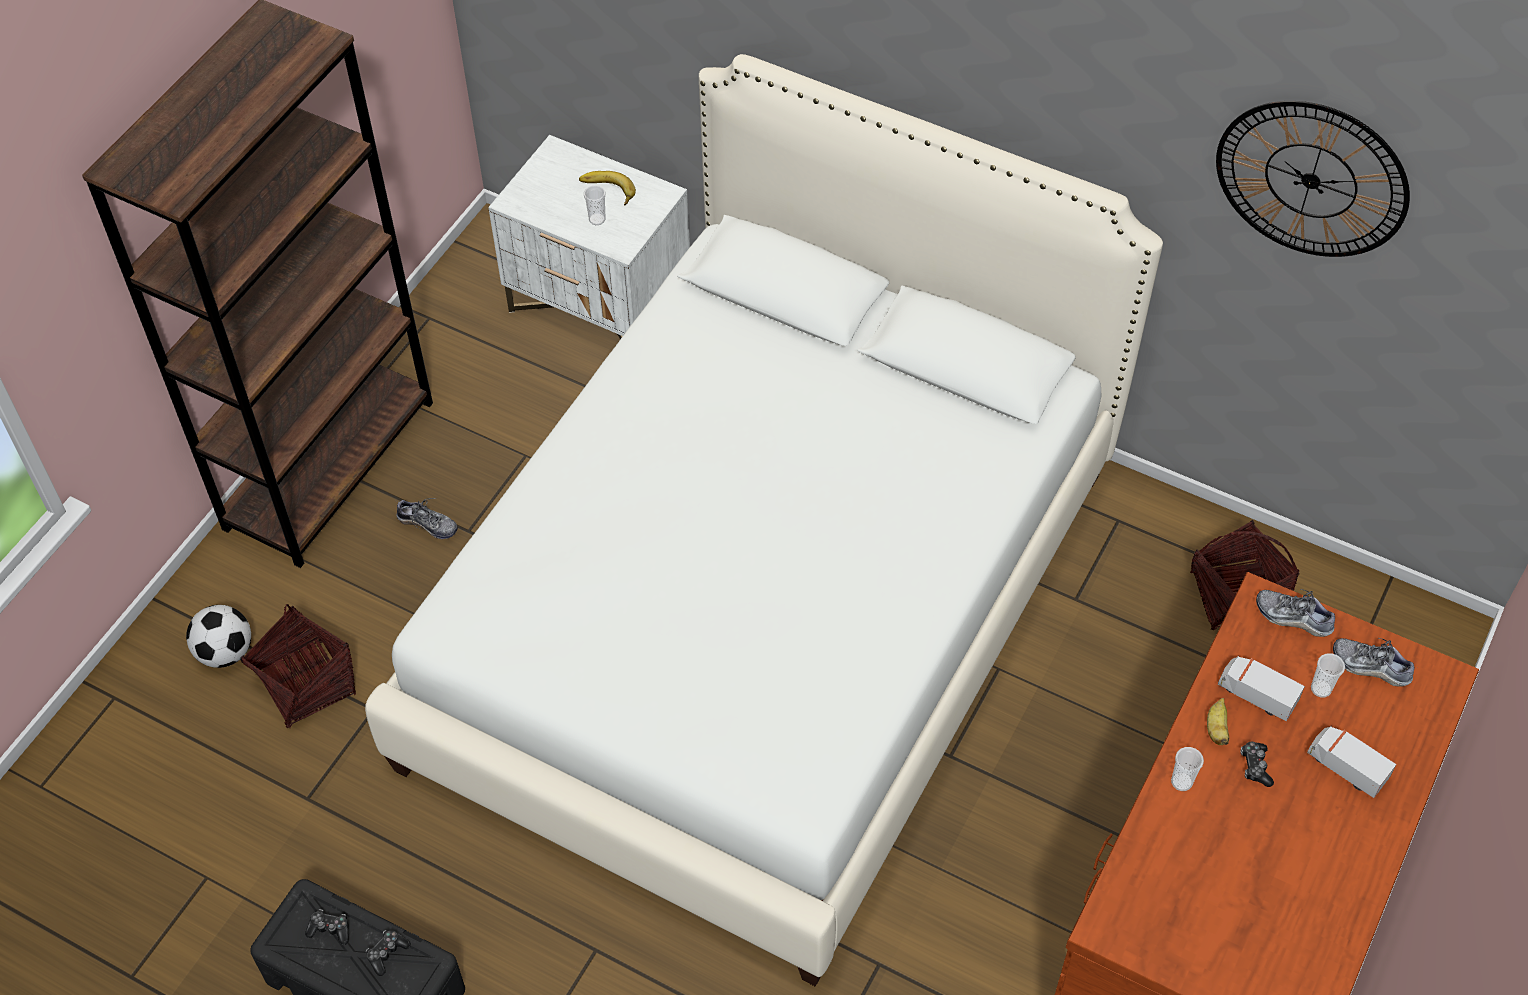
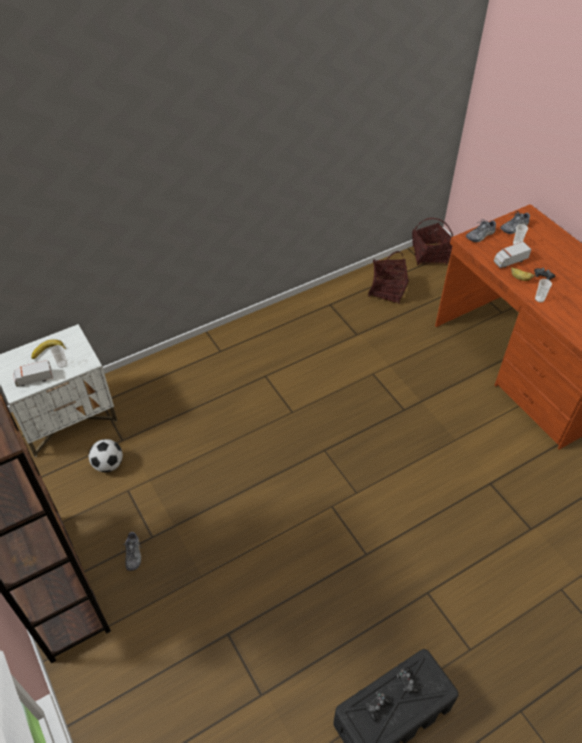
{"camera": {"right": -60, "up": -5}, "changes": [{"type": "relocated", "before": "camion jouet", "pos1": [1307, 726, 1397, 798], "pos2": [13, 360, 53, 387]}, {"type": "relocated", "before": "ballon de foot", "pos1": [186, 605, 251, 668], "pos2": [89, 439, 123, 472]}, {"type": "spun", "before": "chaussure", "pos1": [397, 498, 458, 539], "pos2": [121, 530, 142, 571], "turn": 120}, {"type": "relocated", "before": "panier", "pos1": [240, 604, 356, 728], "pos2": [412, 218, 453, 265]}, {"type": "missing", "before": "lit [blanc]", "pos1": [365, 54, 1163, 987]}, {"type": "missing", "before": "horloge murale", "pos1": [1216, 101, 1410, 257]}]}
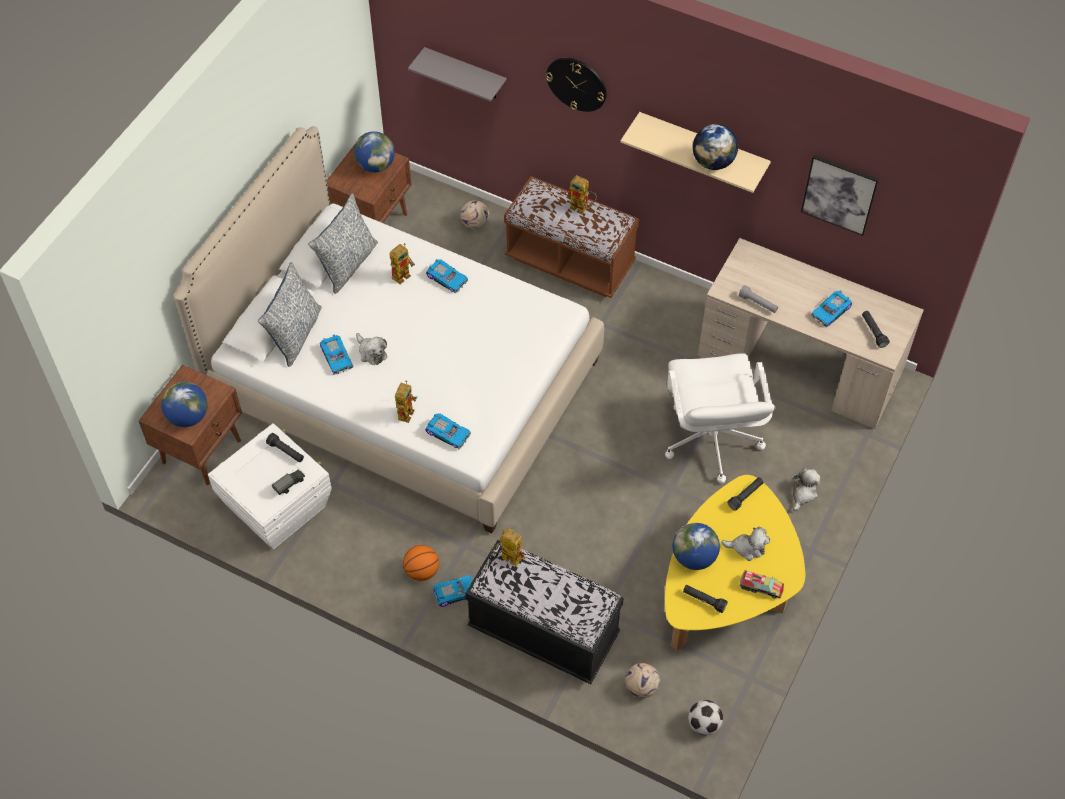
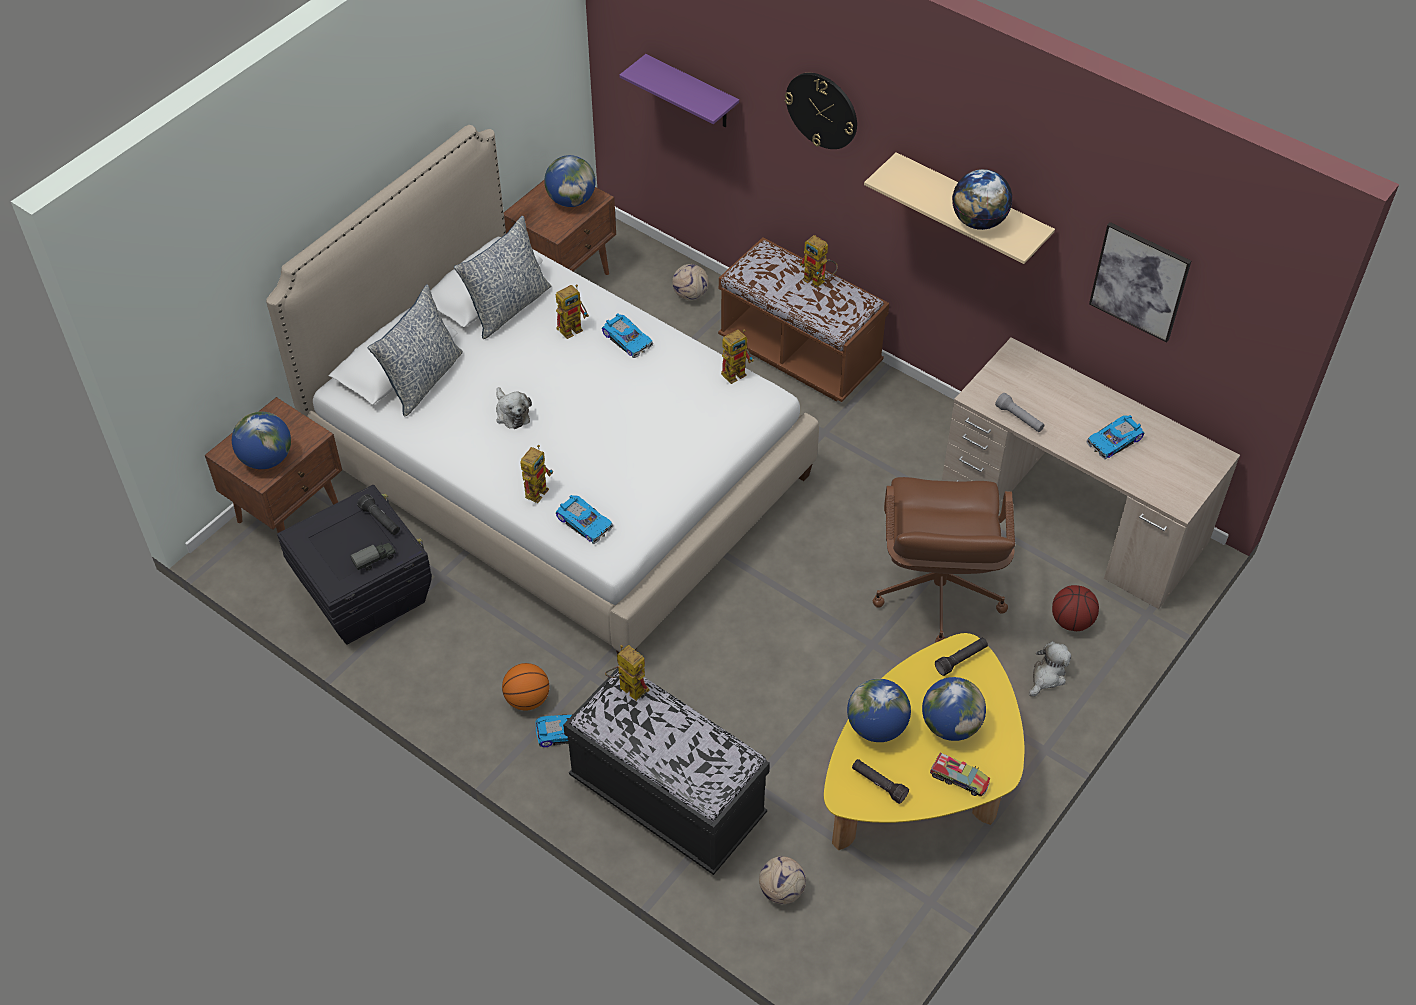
{"camera": {"right": 10, "up": -5}, "changes": [{"type": "colour", "before": "boîte de rangement [blanc]", "after": "boîte de rangement [noir]", "pos1": [208, 423, 332, 550], "pos2": [277, 485, 432, 645]}, {"type": "colour", "before": "étagère [gris]", "after": "étagère [violet]", "pos1": [408, 47, 506, 102], "pos2": [619, 54, 739, 128]}, {"type": "appeared", "after": "robot jouet", "pos2": [721, 329, 754, 384]}, {"type": "colour", "before": "chaise de bureau [blanc]", "after": "chaise de bureau [marron]", "pos1": [665, 353, 775, 483], "pos2": [873, 477, 1015, 642]}, {"type": "exchanged", "before": "peluche", "after": "globe", "pos1": [721, 527, 770, 561], "pos2": [922, 677, 986, 741]}, {"type": "appeared", "after": "ballon de basket", "pos2": [1052, 585, 1099, 631]}, {"type": "missing", "before": "petite voiture", "pos1": [320, 334, 353, 375]}, {"type": "missing", "before": "ballon de foot", "pos1": [688, 700, 723, 735]}, {"type": "missing", "before": "lampe de poche [noir]", "pos1": [862, 311, 890, 348]}]}
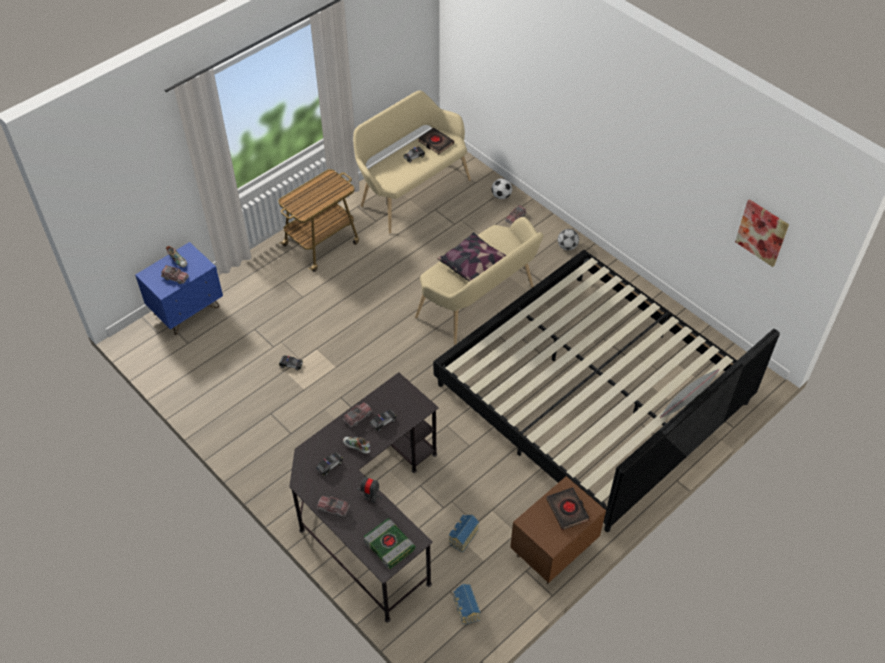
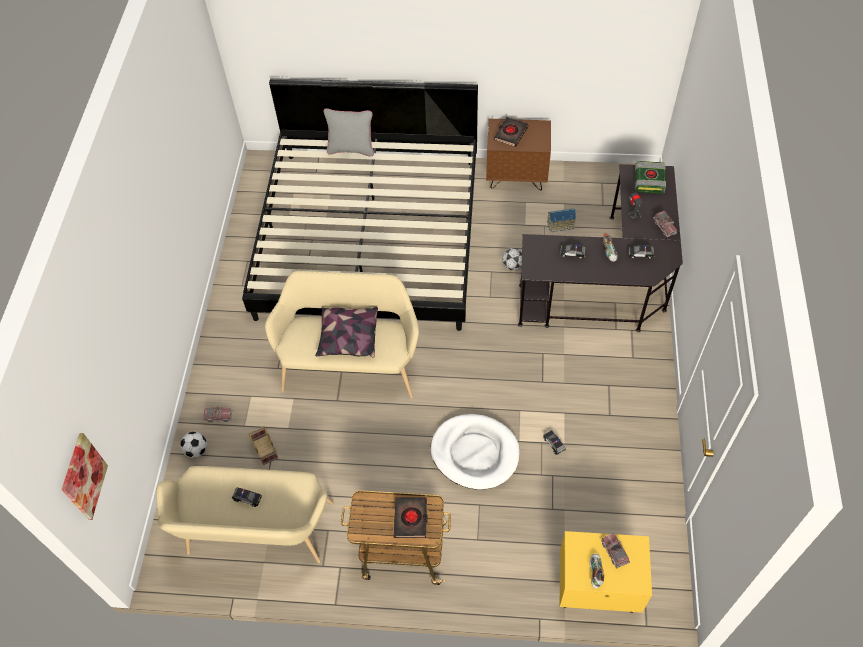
{"camera": {"right": -130, "up": 5}, "changes": [{"type": "relocated", "before": "tableau", "pos1": [735, 199, 789, 267], "pos2": [62, 433, 108, 520]}, {"type": "appeared", "after": "panier", "pos2": [249, 426, 278, 465]}, {"type": "relocated", "before": "livre [noir]", "pos1": [418, 127, 454, 154], "pos2": [393, 497, 428, 538]}, {"type": "appeared", "after": "panier pour chien [blanc]", "pos2": [430, 414, 520, 490]}, {"type": "relocated", "before": "ballon de foot", "pos1": [558, 229, 579, 250], "pos2": [502, 248, 522, 271]}, {"type": "colour", "before": "table de chevet [bleu]", "after": "table de chevet [jaune]", "pos1": [135, 242, 223, 335], "pos2": [560, 531, 652, 613]}, {"type": "missing", "before": "camion jouet", "pos1": [343, 402, 372, 427]}, {"type": "missing", "before": "maison miniature", "pos1": [453, 584, 480, 625]}]}
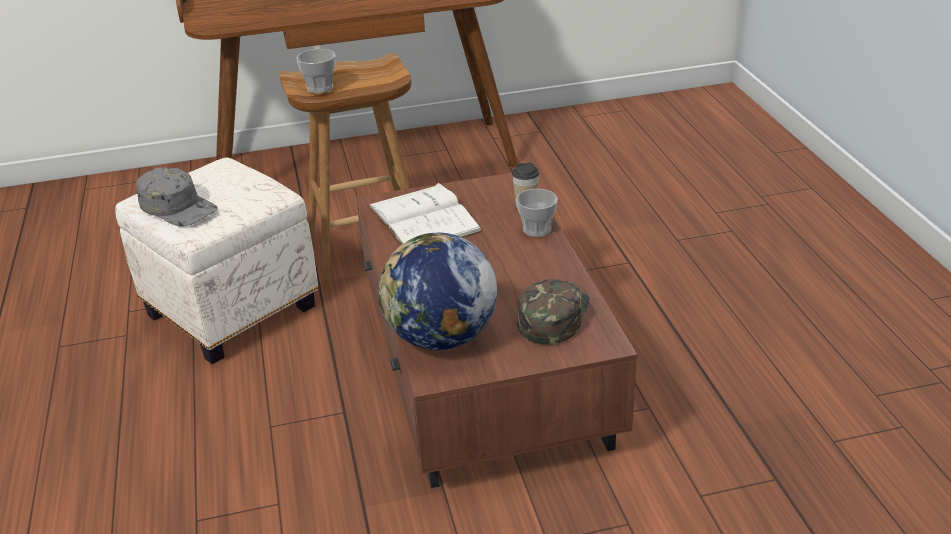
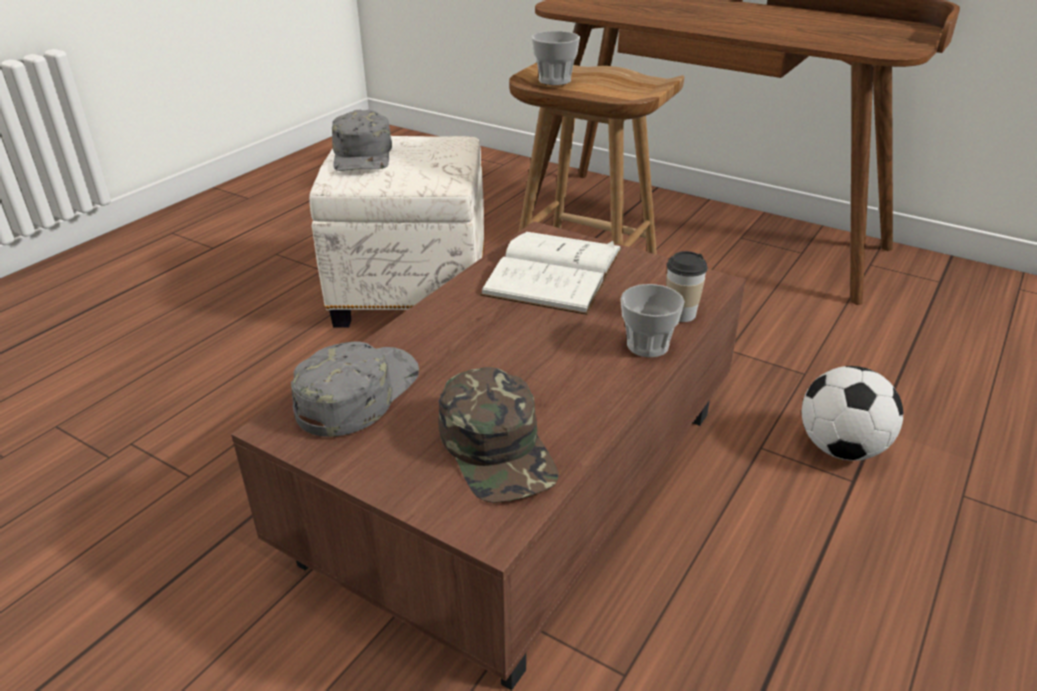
{"camera": {"right": 45, "up": 0}, "changes": [{"type": "exchanged", "before": "globe", "after": "casquette [gris]", "pos1": [378, 232, 497, 350], "pos2": [291, 341, 419, 437]}, {"type": "spun", "before": "casquette [vert]", "pos1": [517, 279, 590, 344], "pos2": [439, 367, 558, 503], "turn": 90}, {"type": "appeared", "after": "ballon de foot", "pos2": [801, 366, 903, 461]}]}
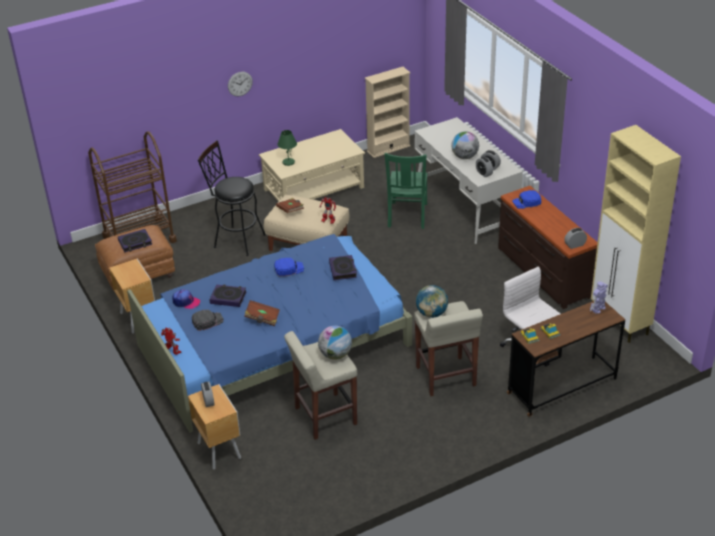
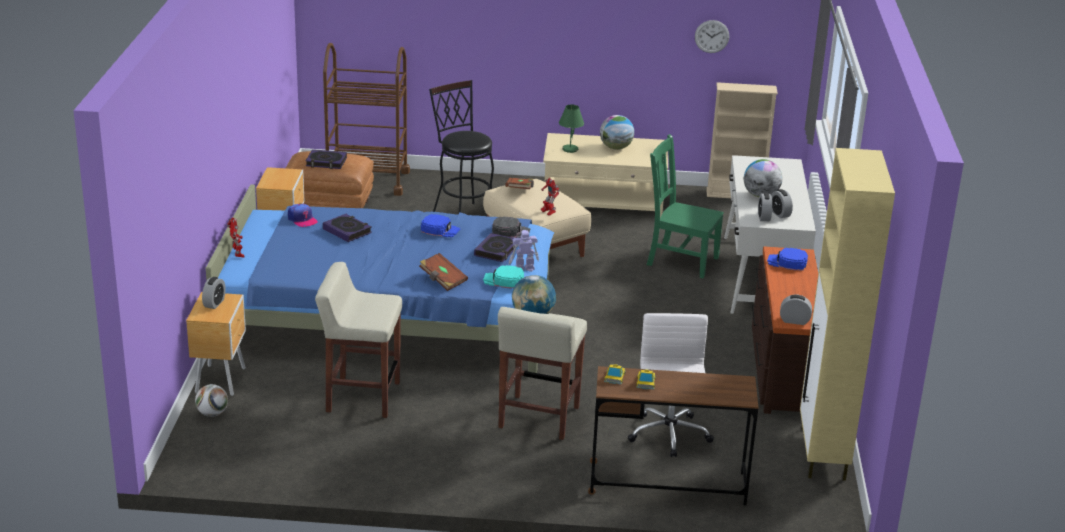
{"camera": {"right": 30, "up": -10}, "changes": [{"type": "appeared", "after": "ballon de foot", "pos2": [195, 384, 228, 417]}, {"type": "relocated", "before": "livre [marron]", "pos1": [244, 300, 280, 326], "pos2": [419, 253, 468, 291]}, {"type": "appeared", "after": "casquette [turquoise]", "pos2": [483, 265, 524, 289]}, {"type": "relocated", "before": "casquette [noir]", "pos1": [192, 309, 224, 331], "pos2": [492, 216, 530, 238]}, {"type": "relocated", "before": "robot jouet", "pos1": [590, 281, 608, 314], "pos2": [508, 230, 539, 272]}, {"type": "relocated", "before": "globe", "pos1": [318, 326, 352, 360], "pos2": [600, 115, 634, 150]}, {"type": "spun", "before": "chaise [vert]", "pos1": [384, 153, 427, 229], "pos2": [647, 134, 724, 278], "turn": 75}, {"type": "relocated", "before": "horloge murale", "pos1": [228, 72, 253, 96], "pos2": [695, 20, 729, 53]}]}
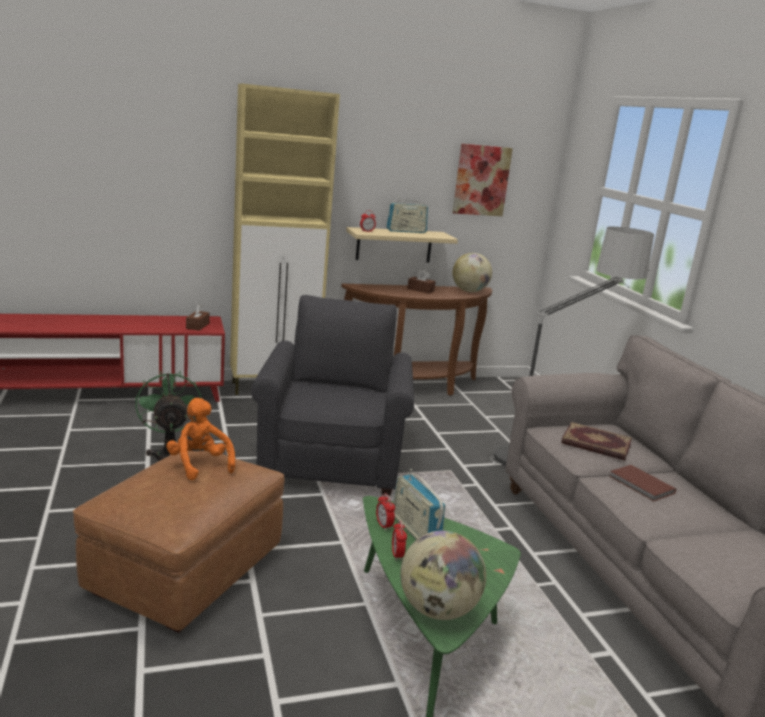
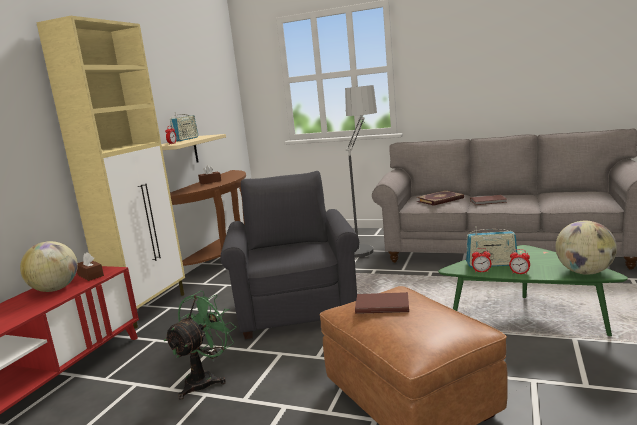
{"camera": {"right": -50, "up": -5}, "changes": [{"type": "relocated", "before": "globe", "pos1": [452, 253, 492, 292], "pos2": [20, 241, 78, 292]}, {"type": "spun", "before": "ventilateur [vert]", "pos1": [135, 370, 201, 461], "pos2": [164, 290, 236, 400], "turn": 105}, {"type": "spun", "before": "fauteuil [gris]", "pos1": [251, 295, 414, 495], "pos2": [220, 171, 359, 339], "turn": 45}, {"type": "exchanged", "before": "peluche [orange]", "after": "livre [marron]", "pos1": [166, 398, 235, 480], "pos2": [355, 292, 409, 314]}, {"type": "missing", "before": "tableau", "pos1": [453, 144, 513, 216]}]}
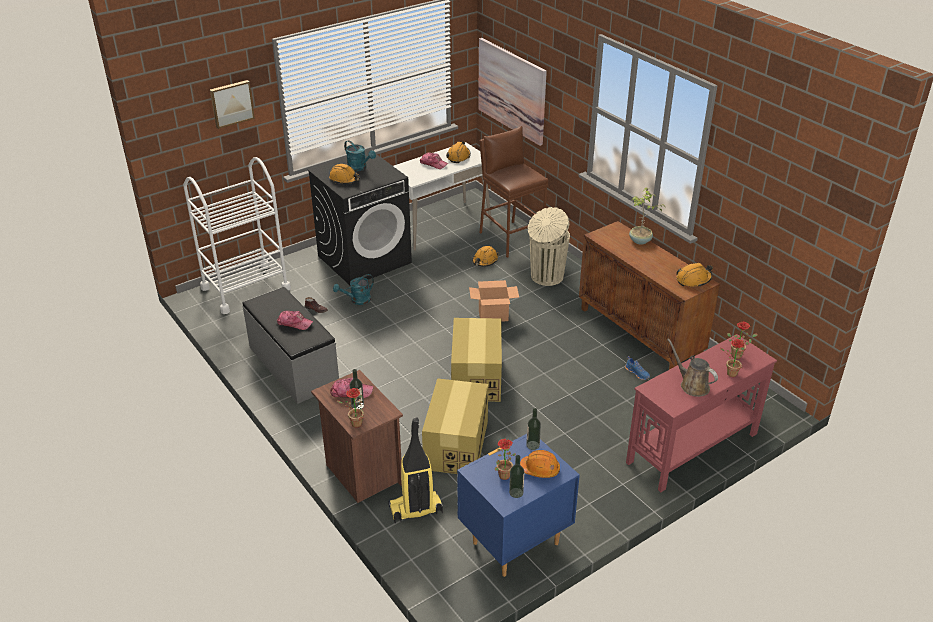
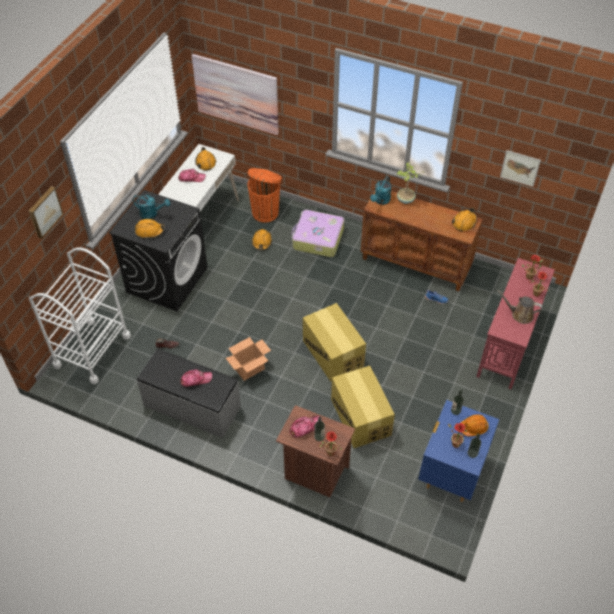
{"camera": {"right": -30, "up": 15}, "changes": [{"type": "relocated", "before": "carton", "pos1": [469, 280, 519, 322], "pos2": [226, 337, 271, 381]}, {"type": "exchanged", "before": "tabouret [marron]", "after": "poubelle [orange]", "pos1": [479, 126, 548, 258], "pos2": [247, 168, 282, 223]}, {"type": "exchanged", "before": "poubelle [beige]", "after": "valise", "pos1": [528, 207, 570, 286], "pos2": [291, 210, 344, 257]}, {"type": "relocated", "before": "arrosoir [turquoise]", "pos1": [333, 274, 374, 305], "pos2": [370, 176, 392, 205]}, {"type": "appeared", "after": "tableau", "pos2": [500, 150, 541, 187]}, {"type": "missing", "before": "aspirateur", "pos1": [388, 417, 443, 523]}]}
